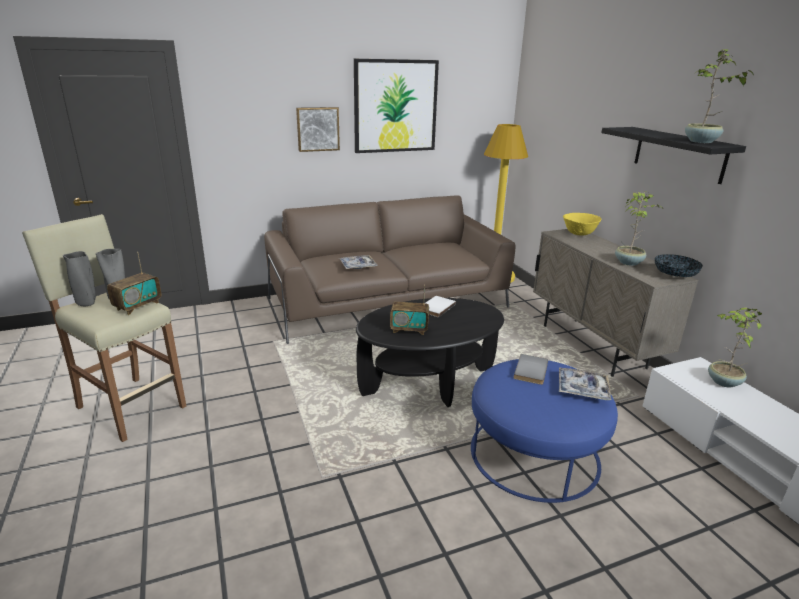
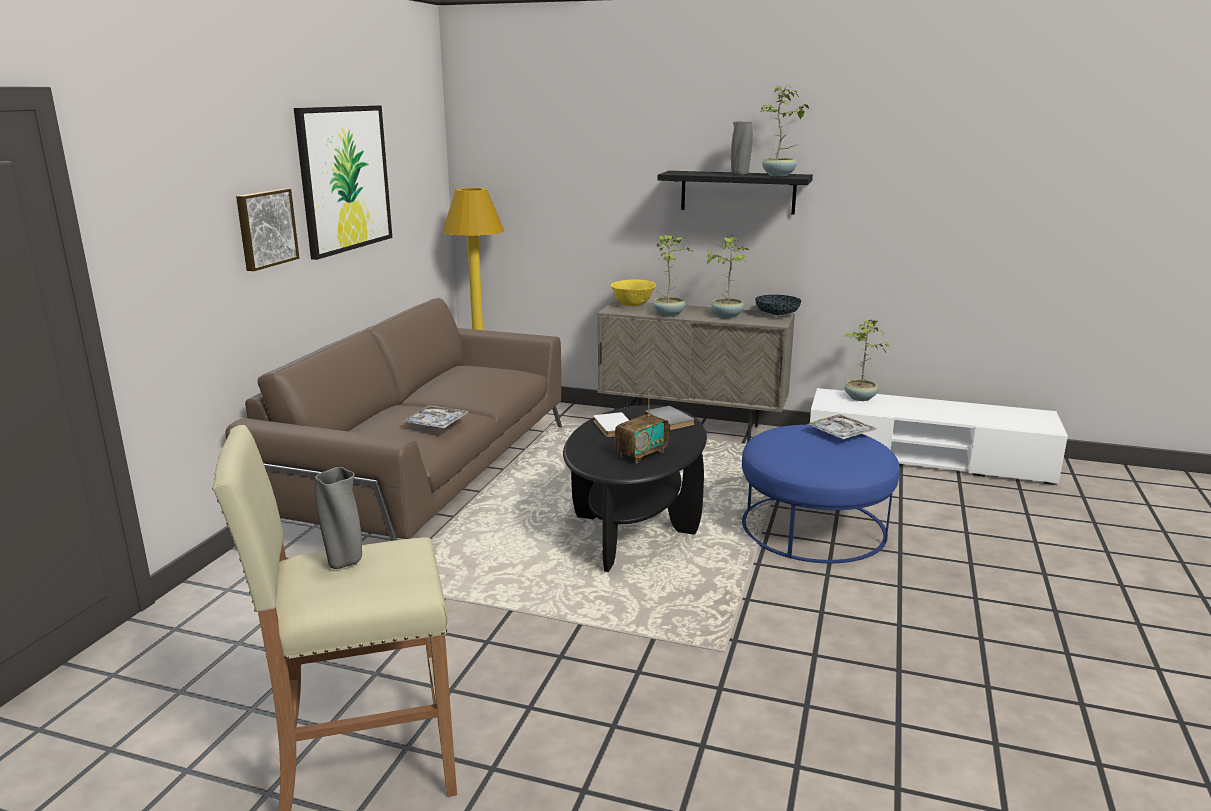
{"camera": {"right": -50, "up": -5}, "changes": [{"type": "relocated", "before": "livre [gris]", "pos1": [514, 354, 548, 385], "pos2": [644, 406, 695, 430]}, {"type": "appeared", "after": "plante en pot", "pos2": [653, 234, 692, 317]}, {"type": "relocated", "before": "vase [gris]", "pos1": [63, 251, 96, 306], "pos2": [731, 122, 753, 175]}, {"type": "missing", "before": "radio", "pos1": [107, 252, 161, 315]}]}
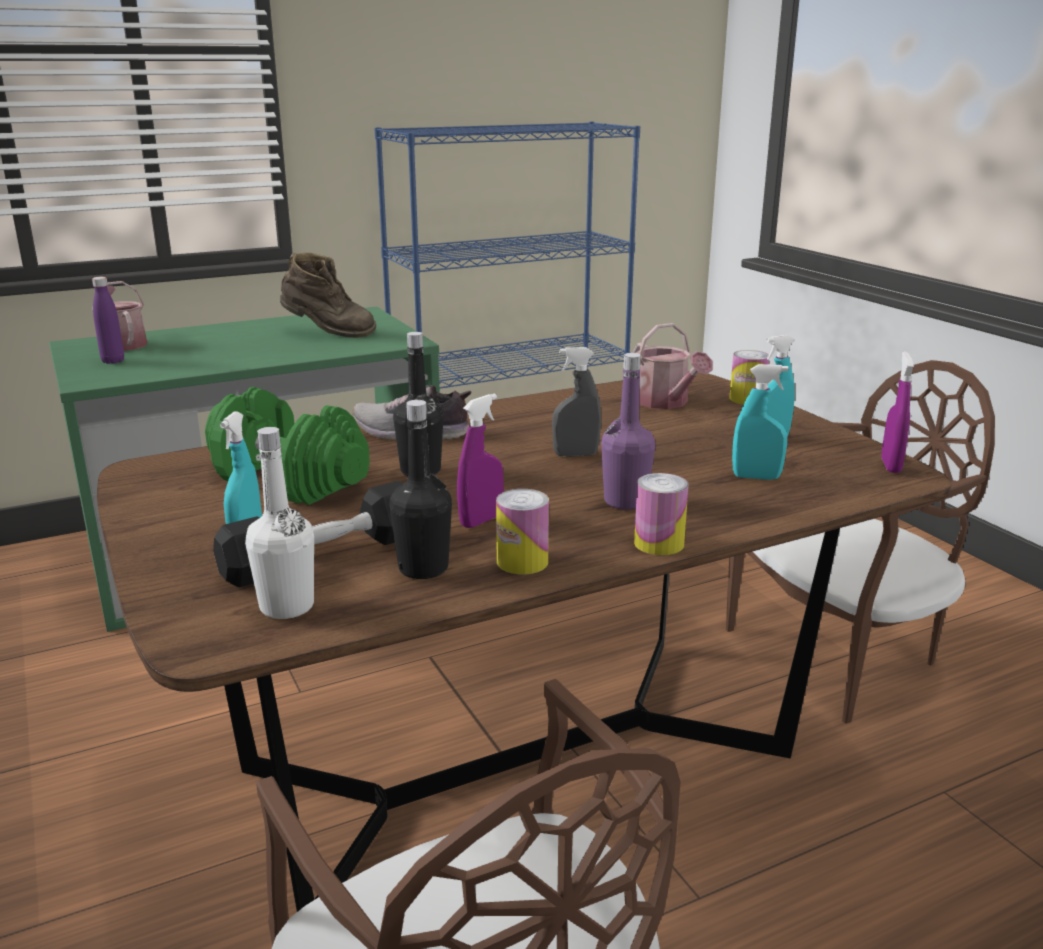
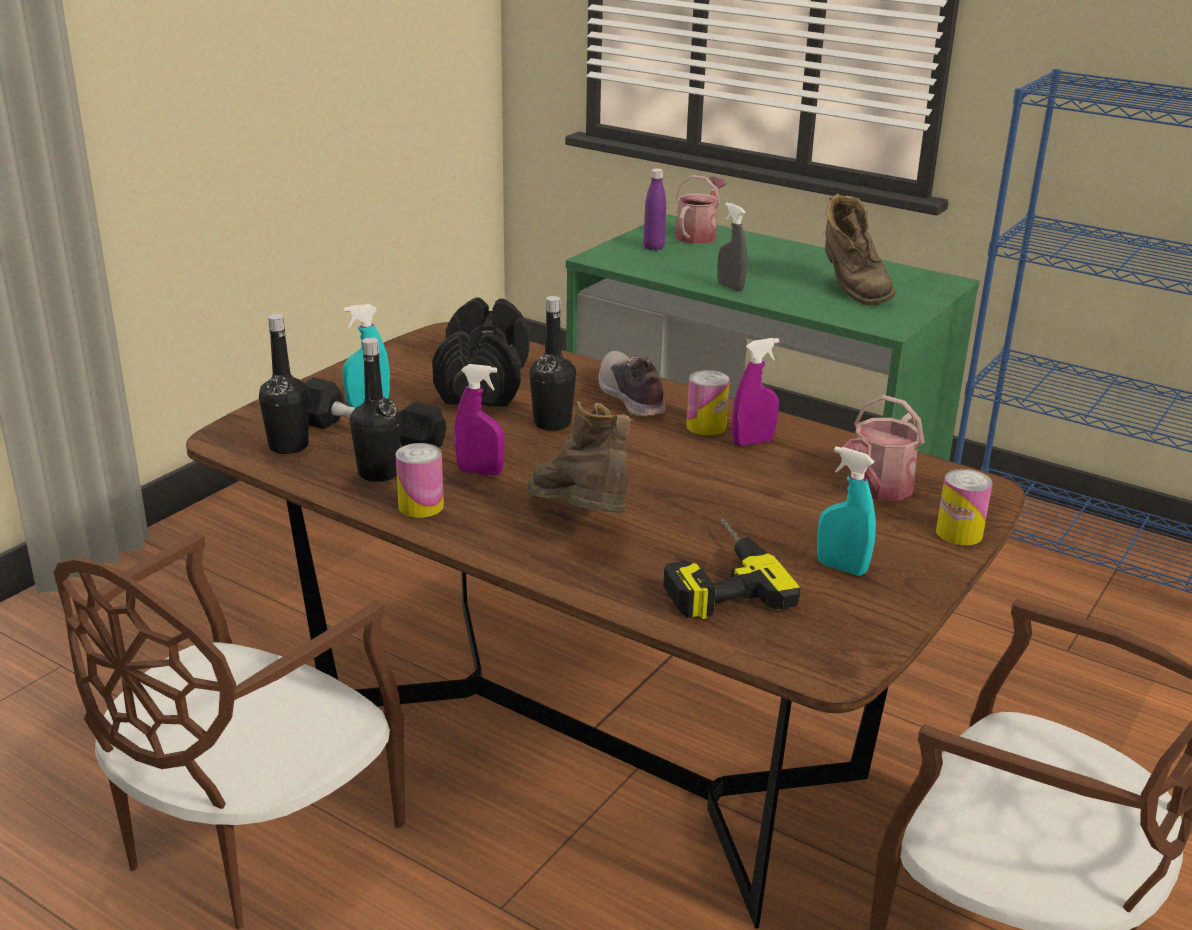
{"camera": {"right": 60, "up": 5}, "changes": [{"type": "colour", "before": "bouteille [blanc]", "after": "bouteille [noir]", "pos1": [245, 427, 314, 619], "pos2": [259, 314, 309, 454]}, {"type": "colour", "before": "haltère [vert]", "after": "haltère [noir]", "pos1": [205, 387, 369, 505], "pos2": [432, 297, 529, 407]}, {"type": "exchanged", "before": "bouteille [violet]", "after": "botte [marron]", "pos1": [601, 353, 655, 510], "pos2": [527, 402, 634, 513]}, {"type": "exchanged", "before": "vaporisateur [turquoise]", "after": "perceuse", "pos1": [732, 364, 788, 480], "pos2": [663, 517, 800, 619]}, {"type": "relocated", "before": "boîte métallique", "pos1": [634, 473, 689, 555], "pos2": [686, 370, 730, 436]}, {"type": "relocated", "before": "vaporisateur [gris]", "pos1": [552, 347, 601, 457], "pos2": [717, 203, 747, 292]}, {"type": "relocated", "before": "vaporisateur [violet]", "pos1": [881, 351, 914, 473], "pos2": [732, 338, 779, 446]}]}
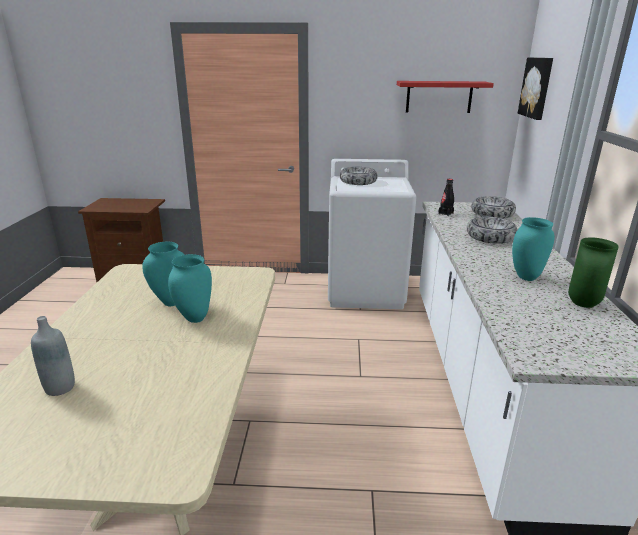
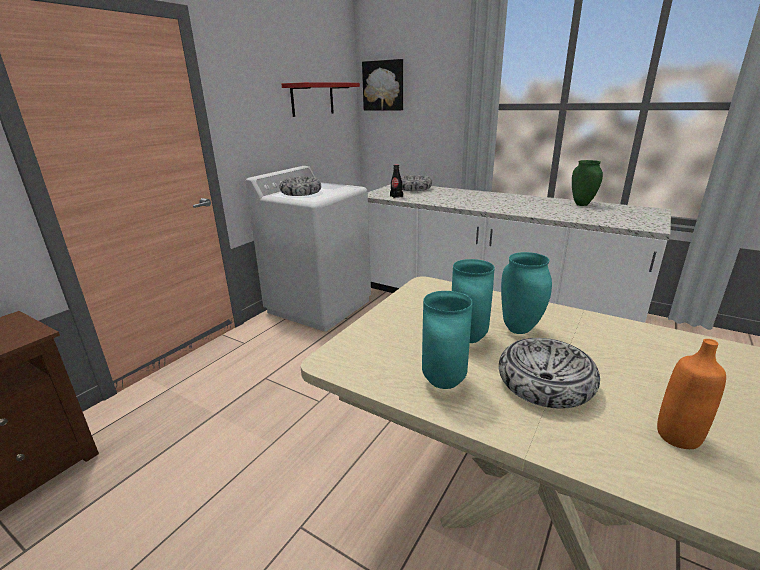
{"camera": {"right": -60, "up": 0}, "changes": [{"type": "relocated", "before": "vase [turquoise]", "pos1": [512, 217, 555, 281], "pos2": [422, 291, 472, 389]}, {"type": "relocated", "before": "bol", "pos1": [467, 216, 518, 244], "pos2": [499, 338, 600, 409]}, {"type": "colour", "before": "bouteille [gris]", "after": "bouteille [orange]", "pos1": [31, 316, 75, 396], "pos2": [657, 339, 726, 449]}]}
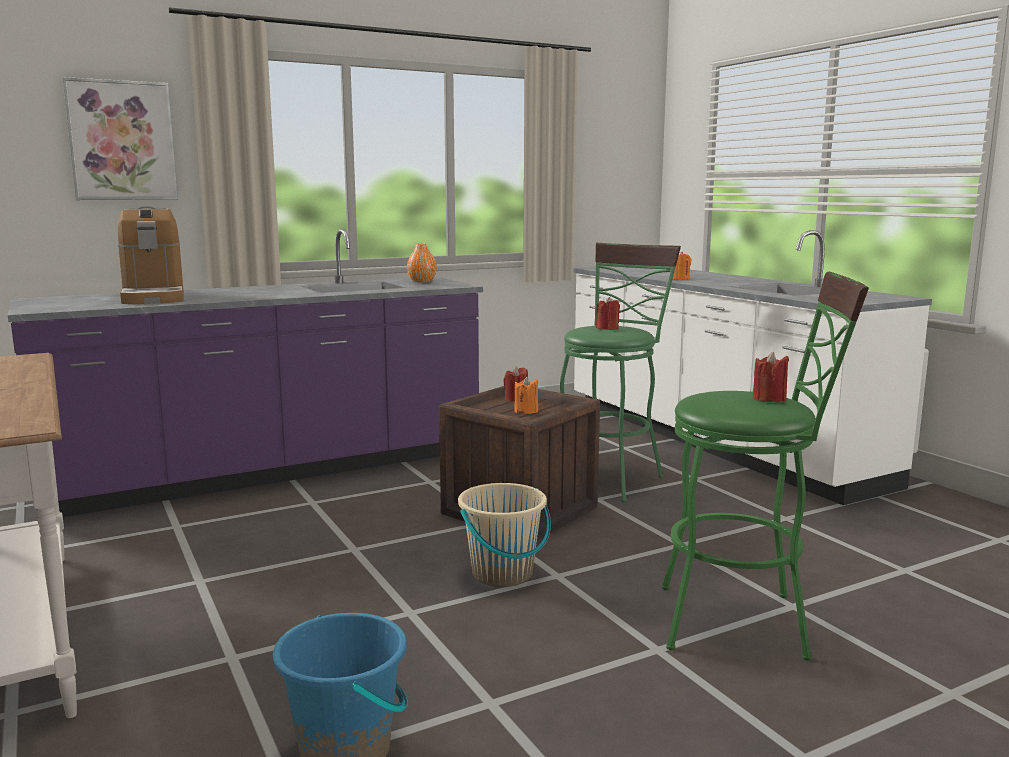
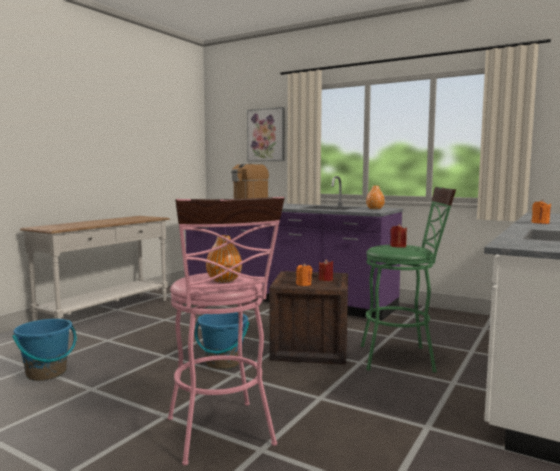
{"camera": {"right": 60, "up": -5}, "changes": [{"type": "colour", "before": "tabouret [vert]", "after": "tabouret [rose]", "pos1": [662, 272, 869, 661], "pos2": [168, 197, 285, 466]}, {"type": "colour", "before": "seau [beige]", "after": "seau [bleu]", "pos1": [458, 483, 551, 587], "pos2": [195, 312, 249, 370]}, {"type": "exchanged", "before": "bougie [rouge]", "after": "vase [orange]", "pos1": [752, 351, 789, 402], "pos2": [206, 235, 242, 282]}]}
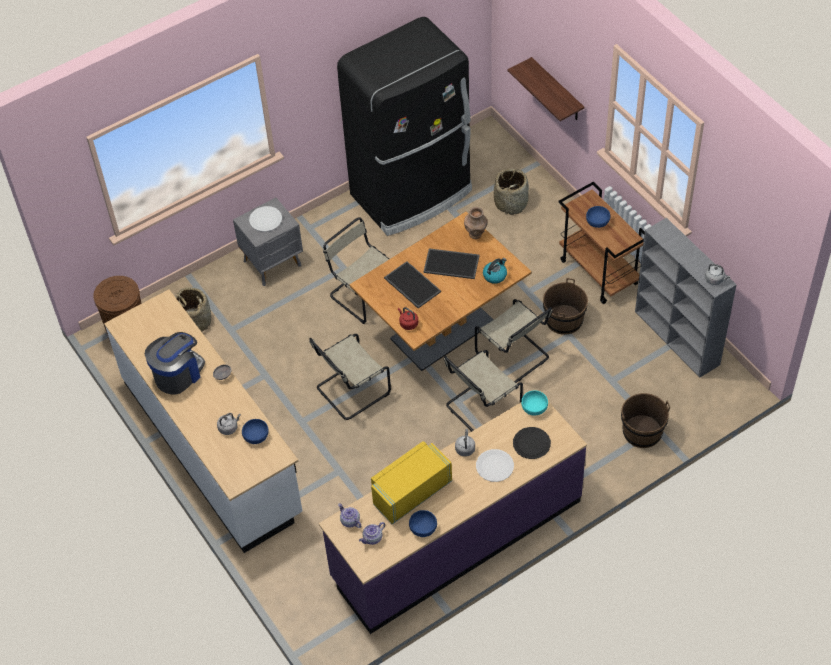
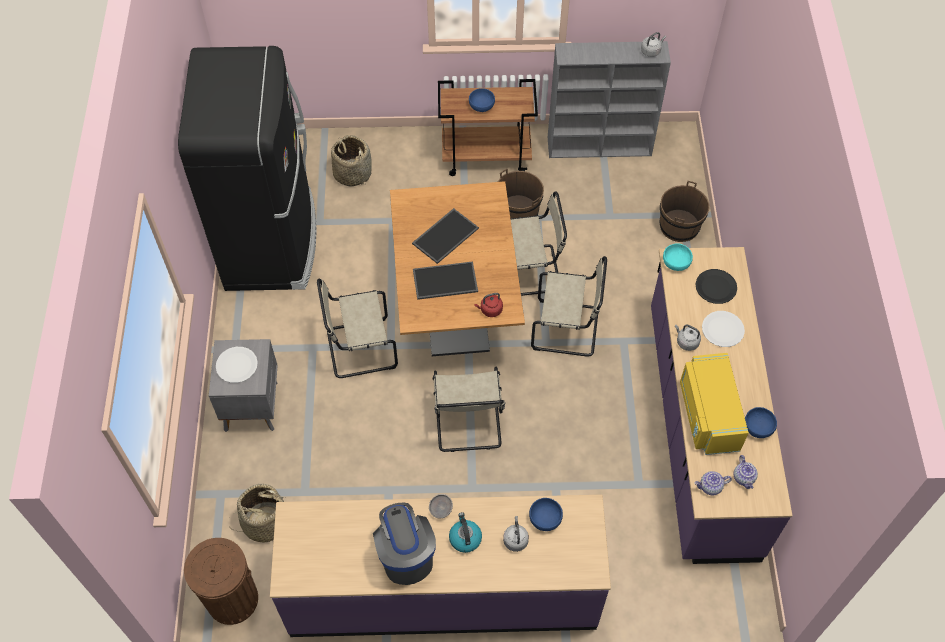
{"camera": {"right": -60, "up": 5}, "changes": [{"type": "colour", "before": "comptoir de cuisine [blanc]", "after": "comptoir de cuisine [violet]", "pos1": [104, 289, 303, 553], "pos2": [270, 495, 611, 637]}, {"type": "relocated", "before": "bouilloire", "pos1": [483, 258, 507, 284], "pos2": [449, 512, 482, 553]}, {"type": "spun", "before": "chaise [beige]", "pos1": [444, 350, 523, 432], "pos2": [531, 256, 607, 357], "turn": -75}, {"type": "missing", "before": "vase [marron]", "pos1": [464, 207, 488, 239]}, {"type": "missing", "before": "étagère", "pos1": [508, 57, 584, 121]}]}
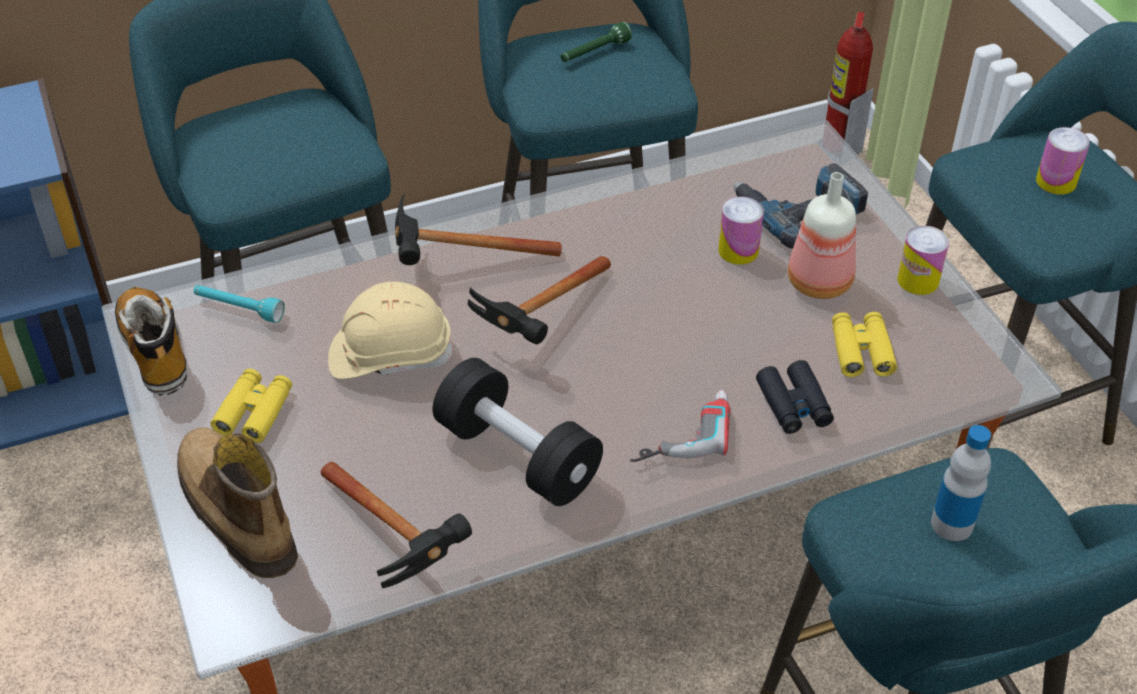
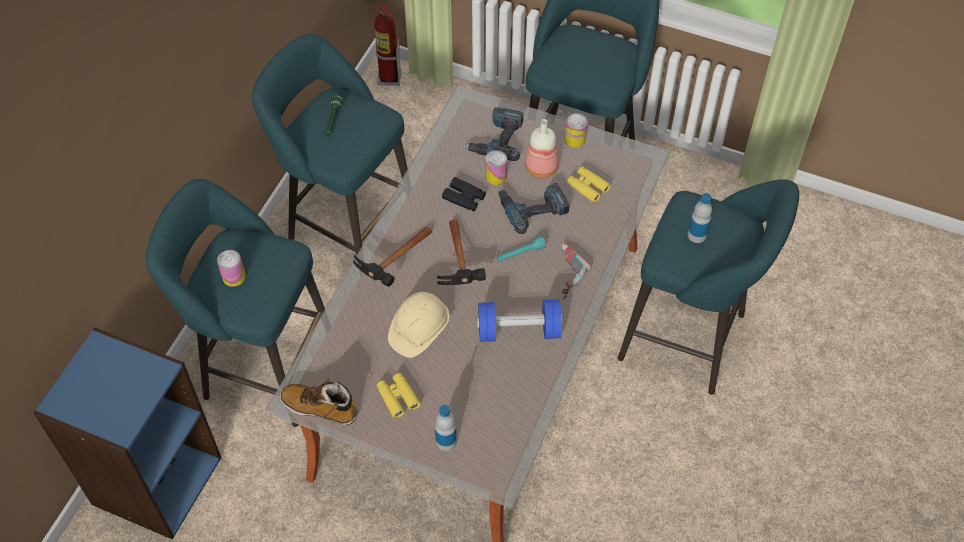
{"camera": {"right": -45, "up": 10}, "changes": [{"type": "relocated", "before": "boîte métallique", "pos1": [1036, 127, 1090, 195], "pos2": [217, 250, 246, 287]}, {"type": "exchanged", "before": "botte", "after": "bouteille", "pos1": [177, 427, 298, 578], "pos2": [435, 405, 457, 451]}, {"type": "relocated", "before": "jumelles [noir]", "pos1": [756, 360, 834, 434], "pos2": [442, 177, 486, 211]}, {"type": "colour", "before": "haltère [noir]", "after": "haltère [bleu]", "pos1": [433, 358, 603, 506], "pos2": [477, 299, 562, 342]}, {"type": "relocated", "before": "lampe de poche [turquoise]", "pos1": [194, 285, 285, 323], "pos2": [497, 236, 546, 261]}, {"type": "appeared", "after": "perceuse", "pos2": [498, 183, 569, 234]}, {"type": "missing", "before": "marteau", "pos1": [321, 462, 472, 588]}]}
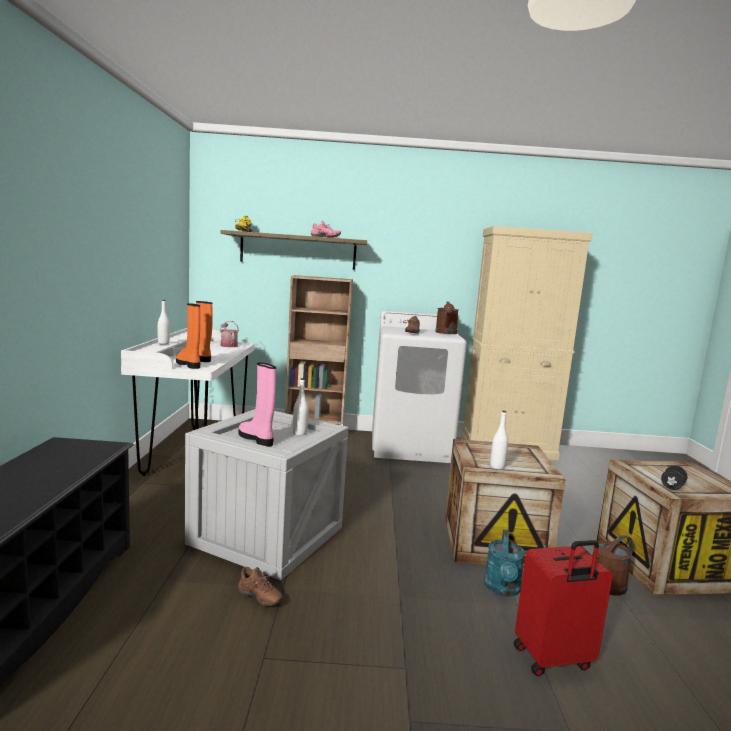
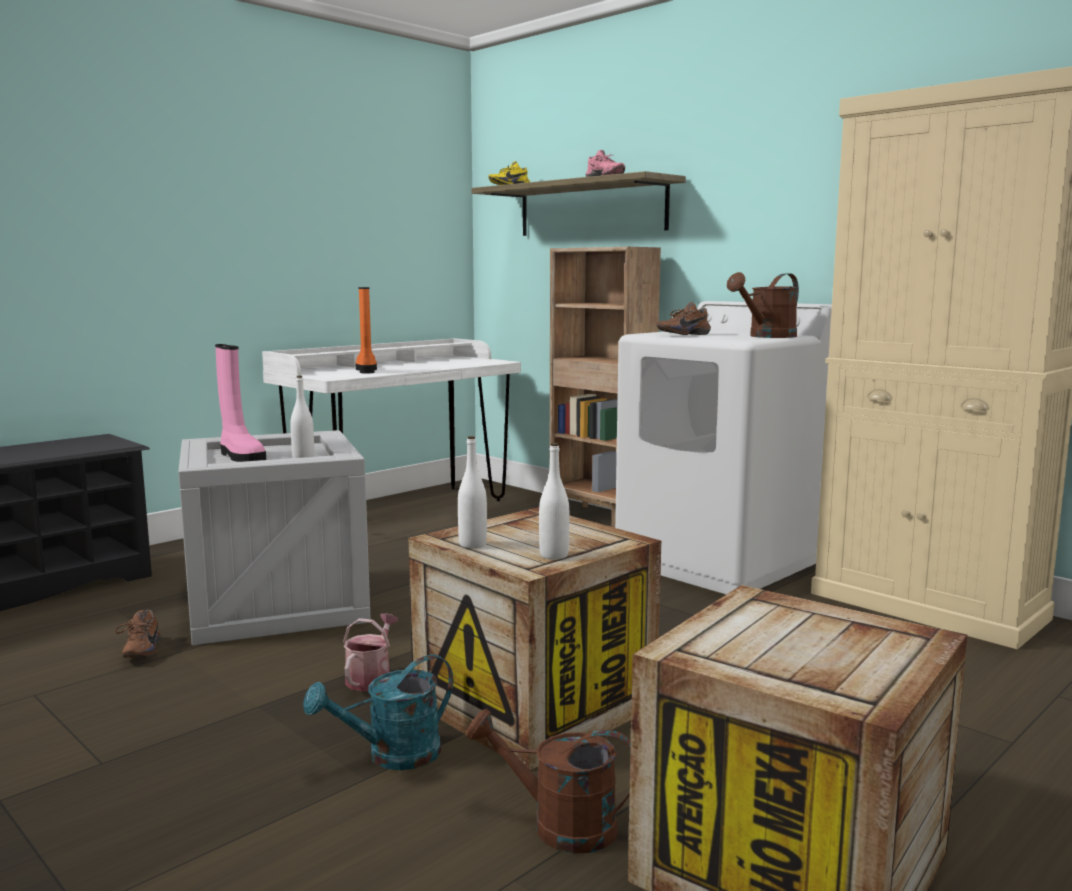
{"camera": {"right": 45, "up": 0}, "changes": [{"type": "spun", "before": "botte [rose]", "pos1": [238, 362, 276, 447], "pos2": [215, 344, 266, 462], "turn": 135}, {"type": "relocated", "before": "arrosoir", "pos1": [220, 321, 239, 347], "pos2": [343, 614, 398, 691]}, {"type": "relocated", "before": "bouteille [blanc]", "pos1": [158, 300, 170, 344], "pos2": [539, 443, 569, 560]}, {"type": "missing", "before": "botte [orange]", "pos1": [176, 303, 200, 369]}, {"type": "missing", "before": "valise [rouge]", "pos1": [514, 540, 613, 676]}, {"type": "missing", "before": "haltère [noir]", "pos1": [661, 466, 688, 490]}]}
